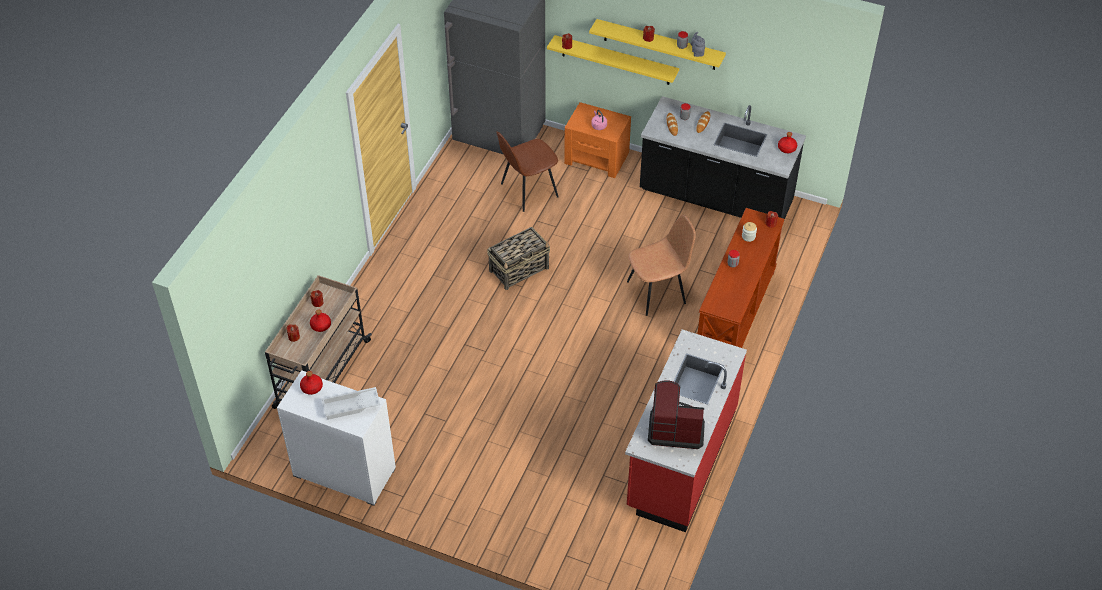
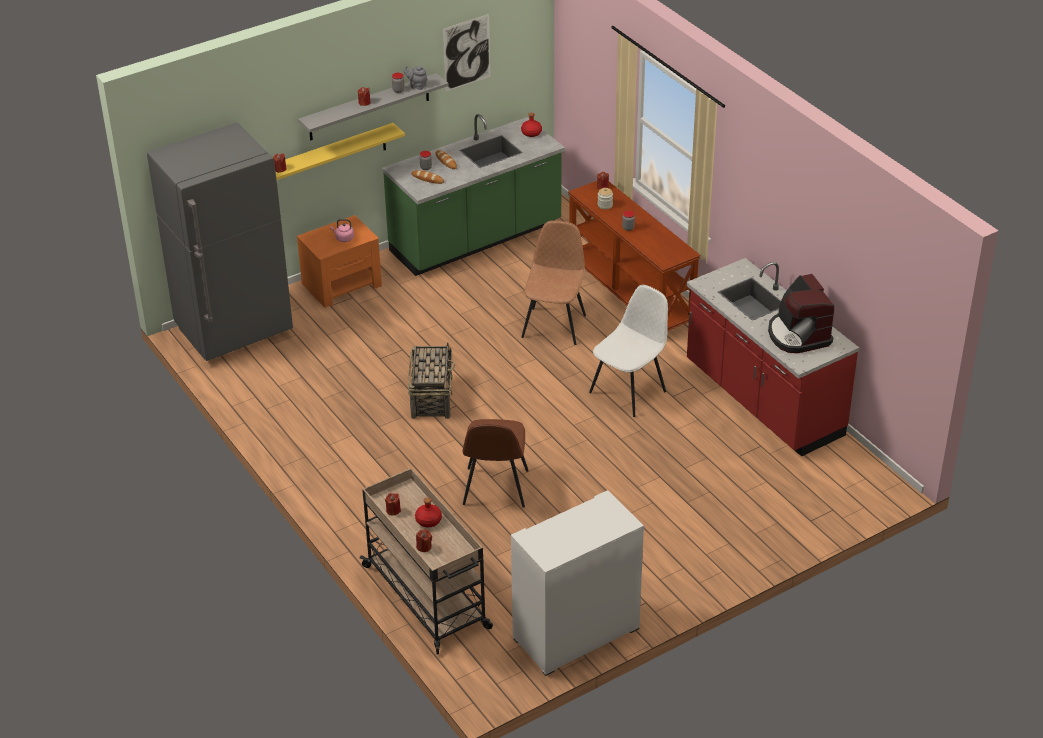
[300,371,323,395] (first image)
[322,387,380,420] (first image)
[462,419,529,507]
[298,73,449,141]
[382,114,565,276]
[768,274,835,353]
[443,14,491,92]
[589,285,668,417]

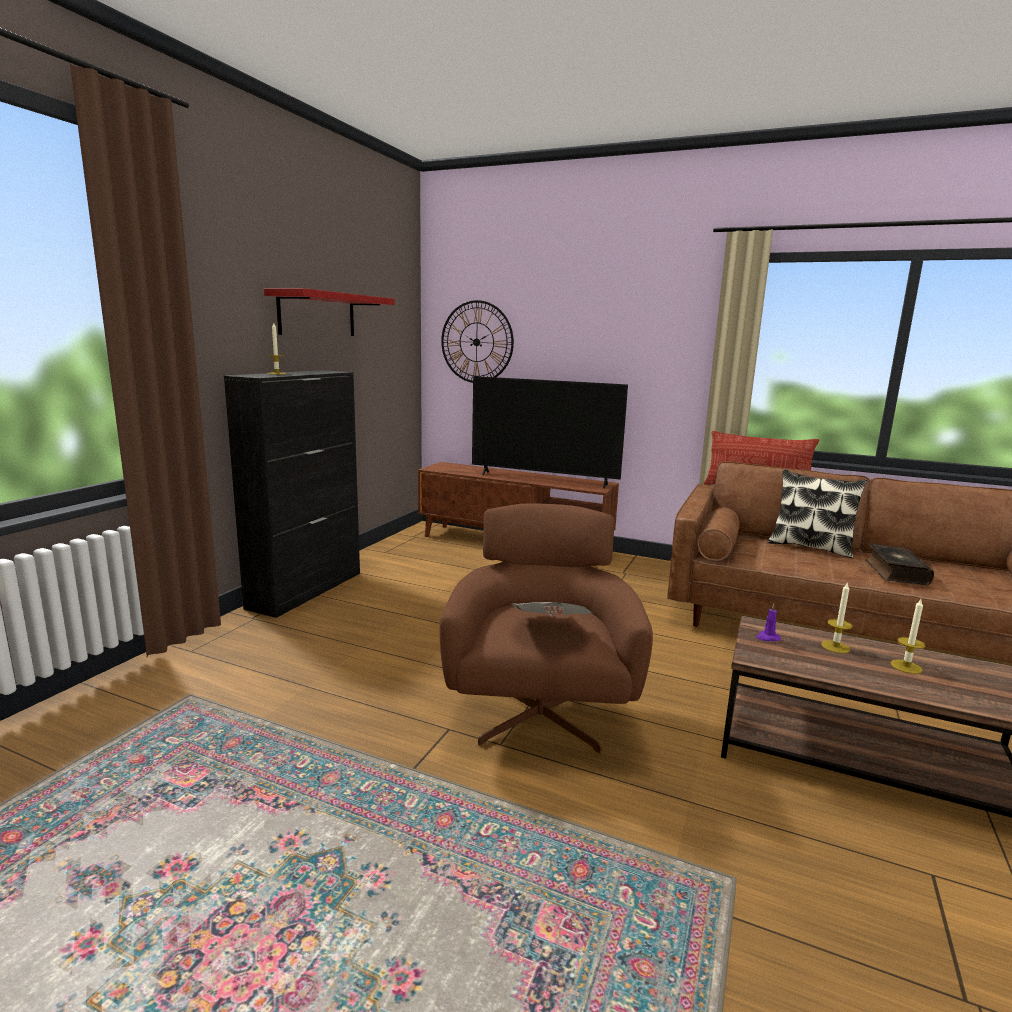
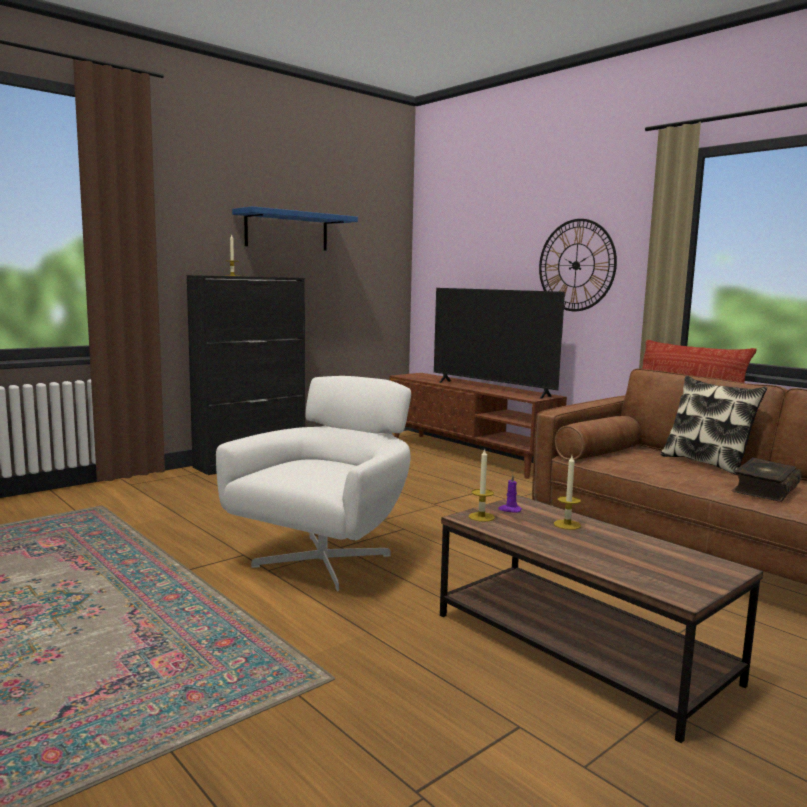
[232,206,358,251]
[216,376,411,591]
[539,219,617,311]
[512,602,593,617] (first image)
[469,448,495,522]

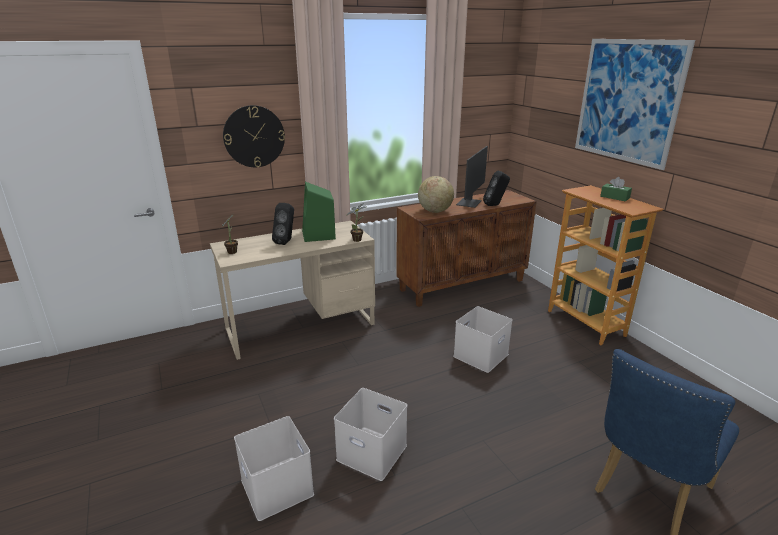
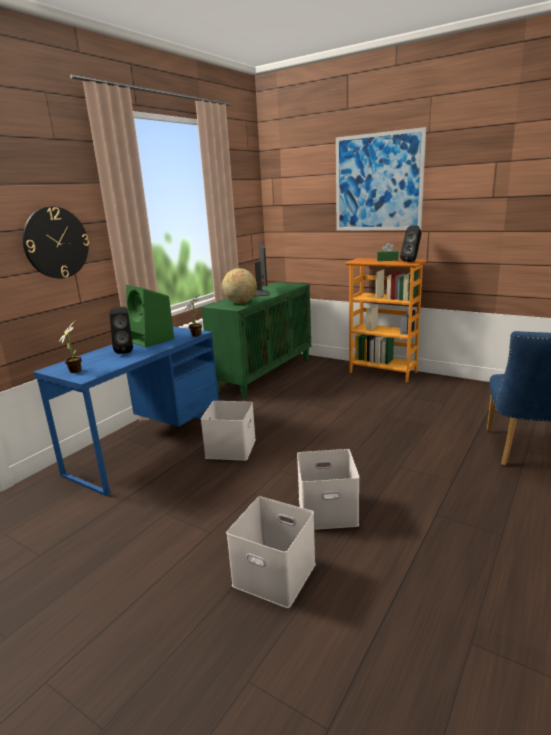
[33,327,219,496]
[201,282,311,399]
[201,401,256,461]
[400,226,422,262]

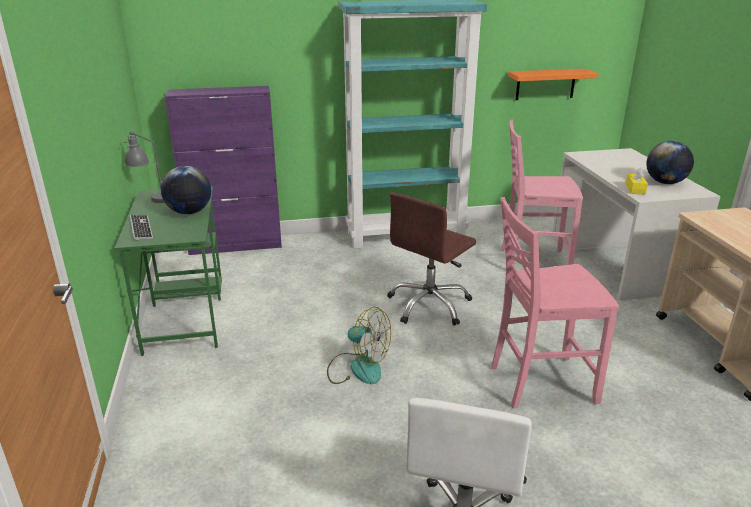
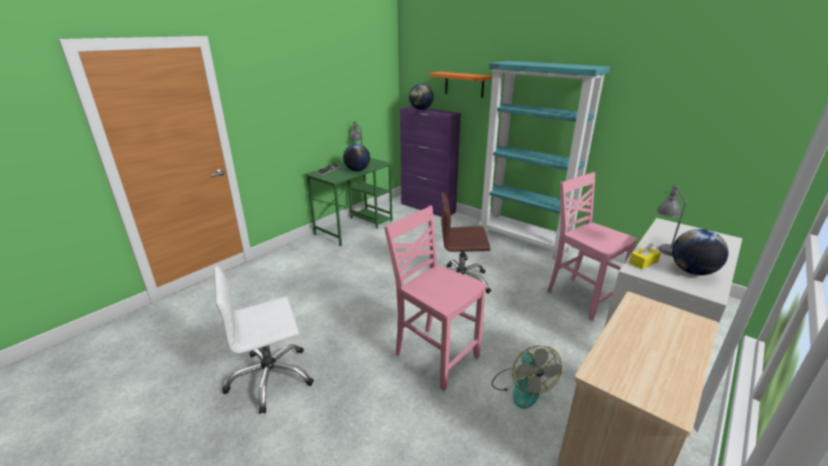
[492,346,562,409]
[429,72,492,98]
[409,84,434,110]
[657,185,686,256]

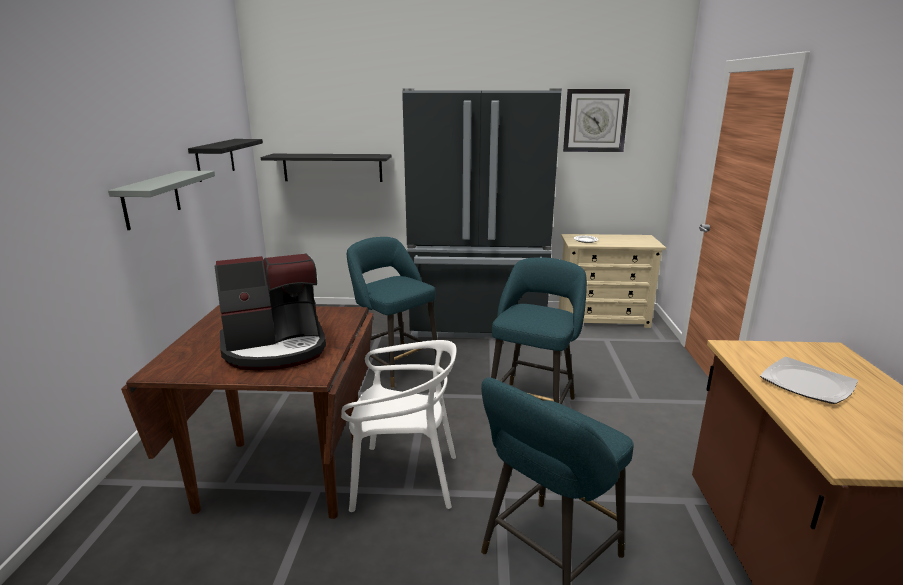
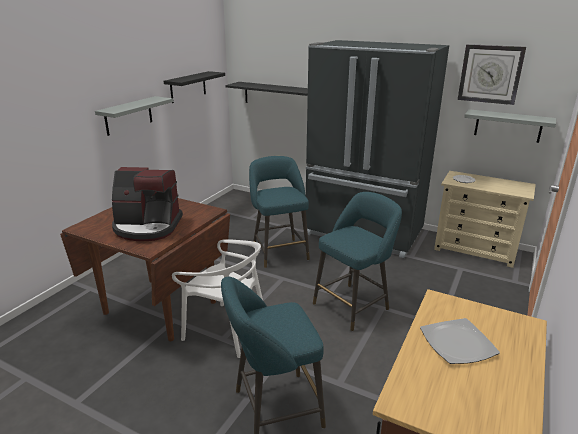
[464,109,556,143]

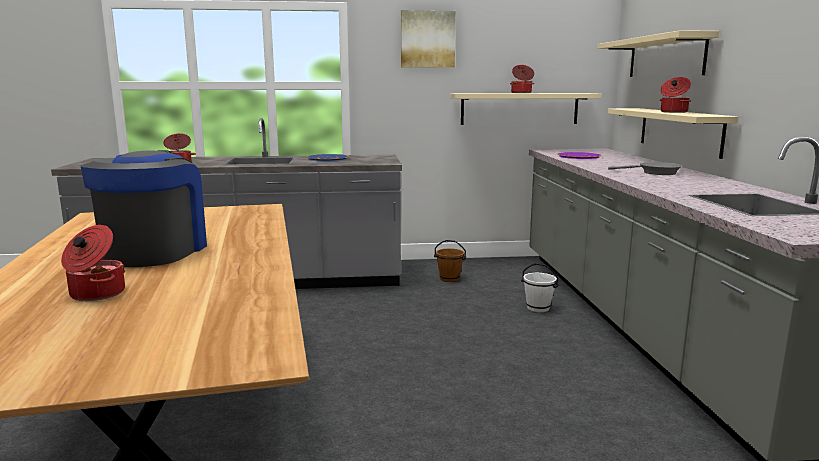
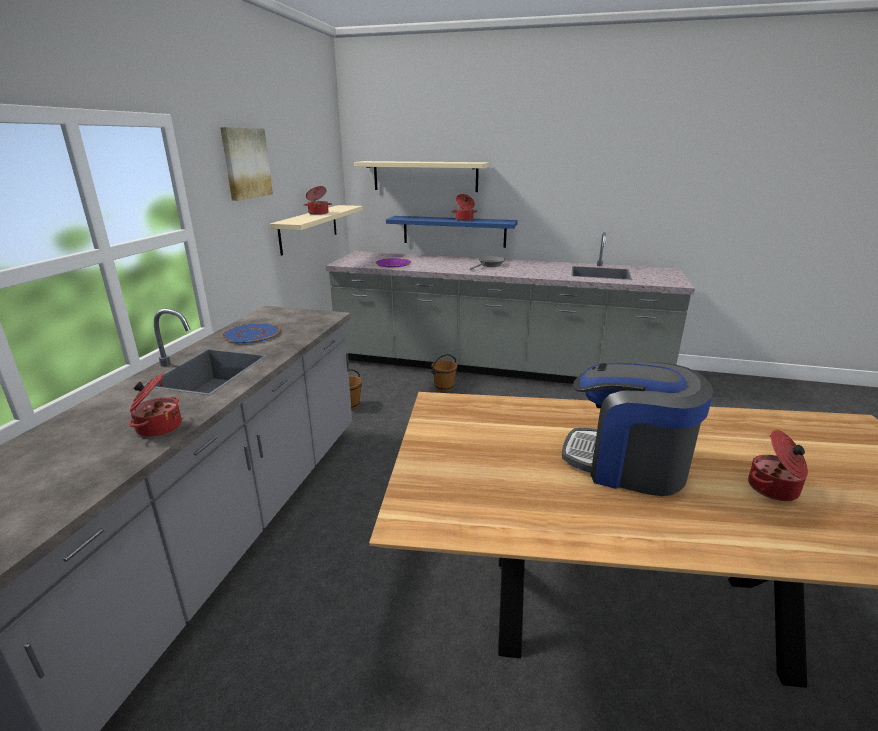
[431,354,458,392]
[386,216,518,248]

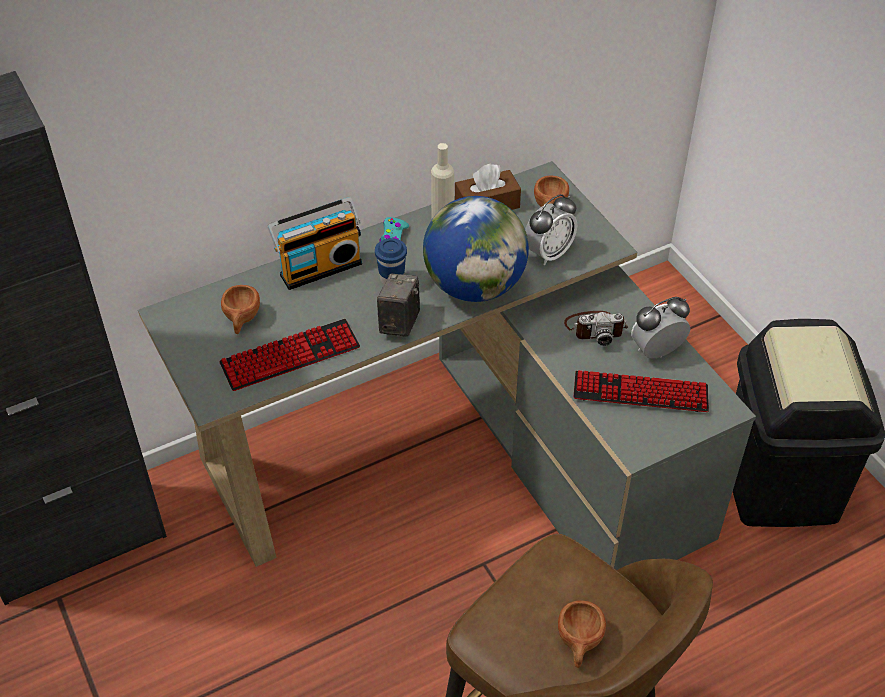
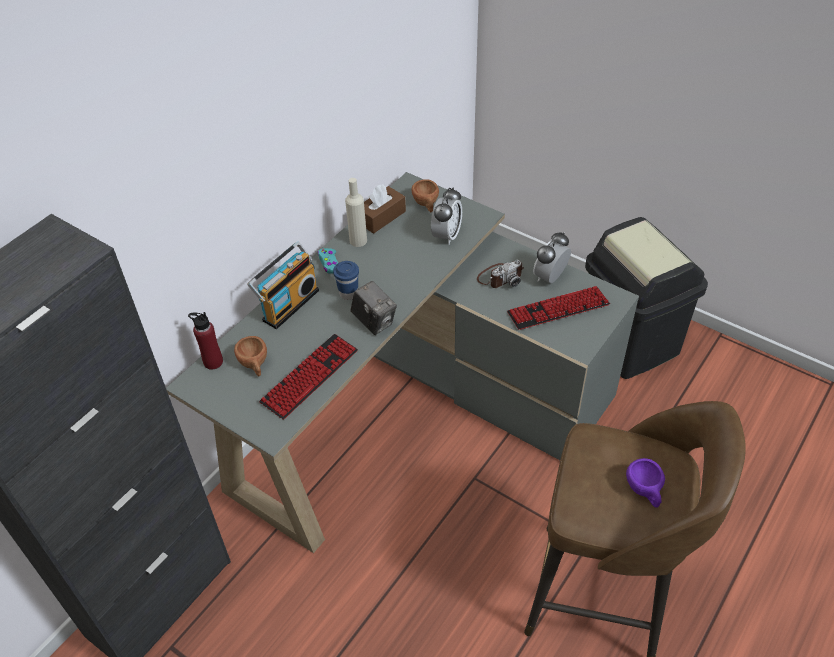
[350,281,397,335]
[423,196,529,302] (first image)
[626,458,665,508]
[188,312,223,370]

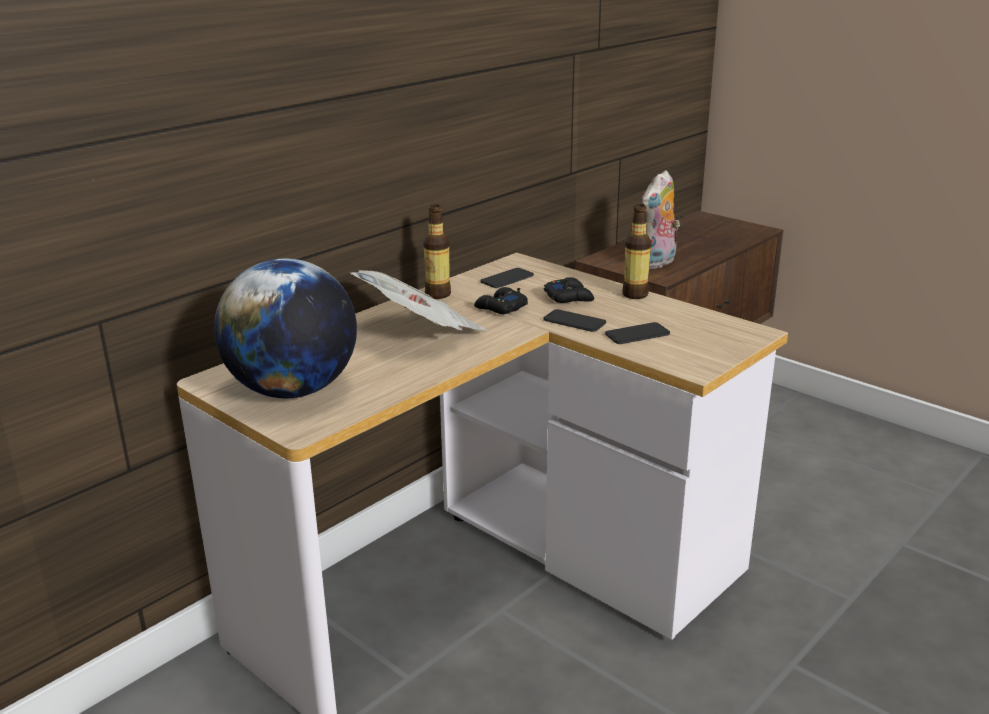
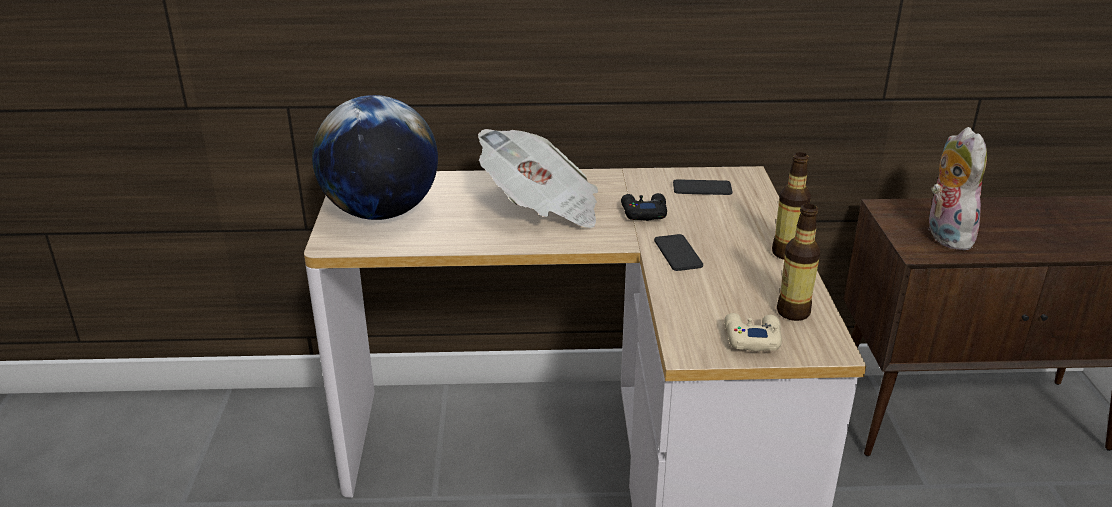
[777,204,820,321]
[544,277,594,303] (first image)
[605,322,670,344] (first image)
[927,127,987,250]
[724,313,782,351]

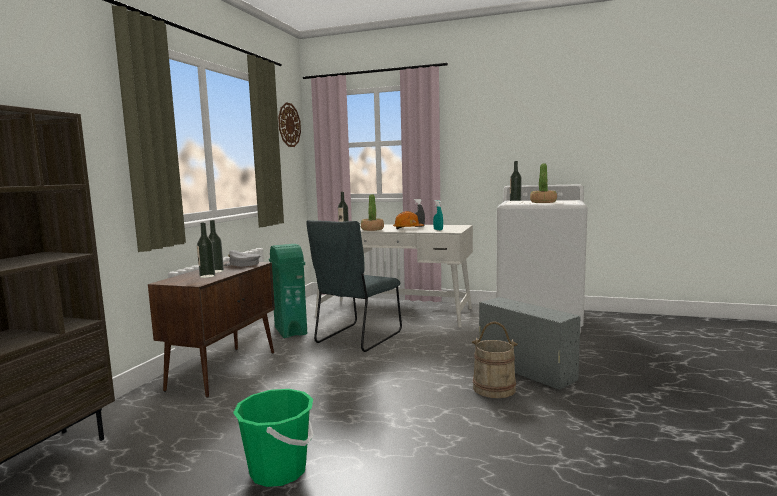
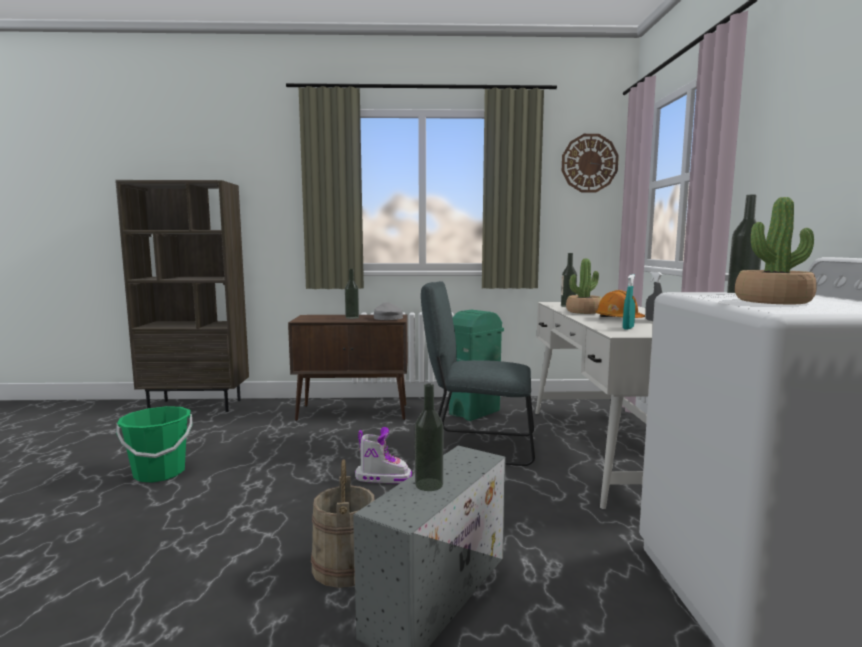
[415,384,443,491]
[355,427,412,484]

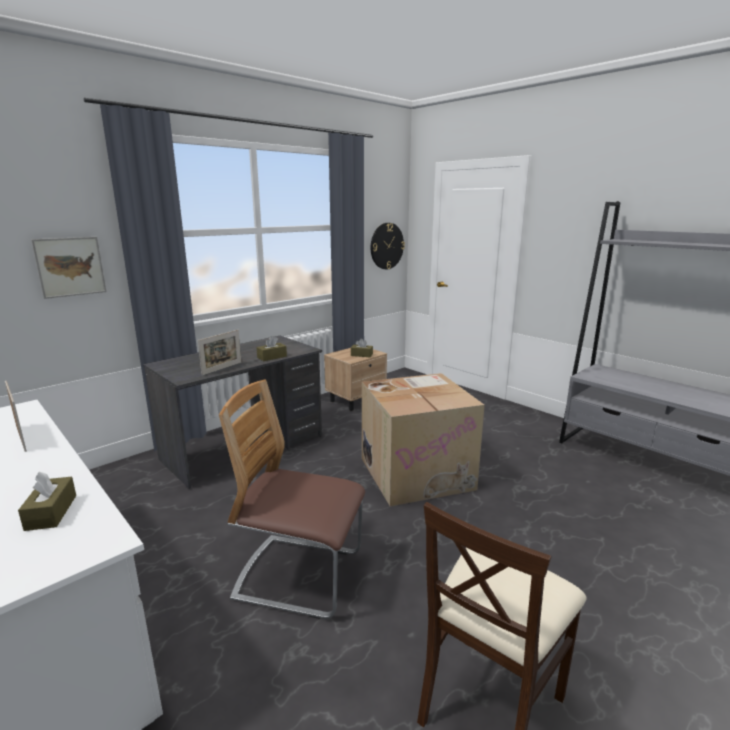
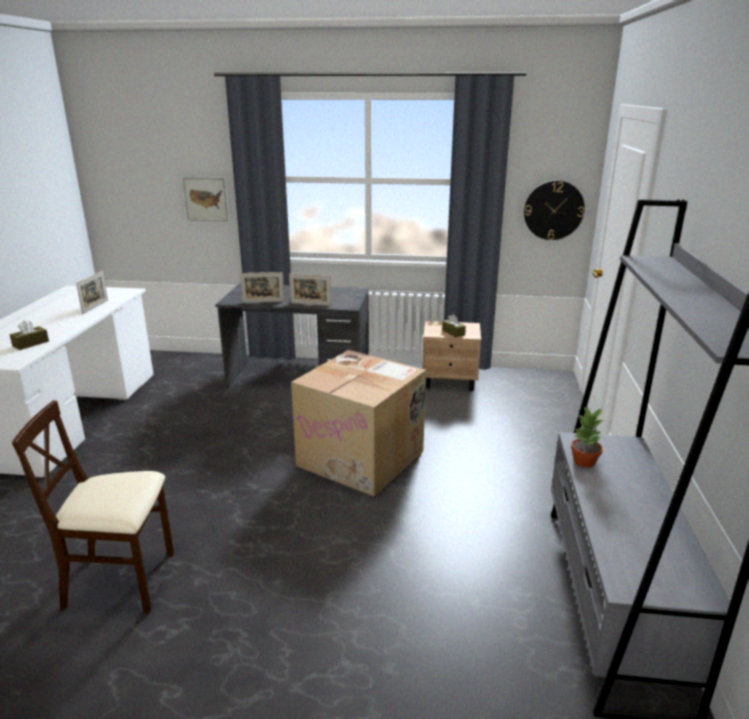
[219,380,365,619] (first image)
[289,274,332,306]
[571,407,604,468]

